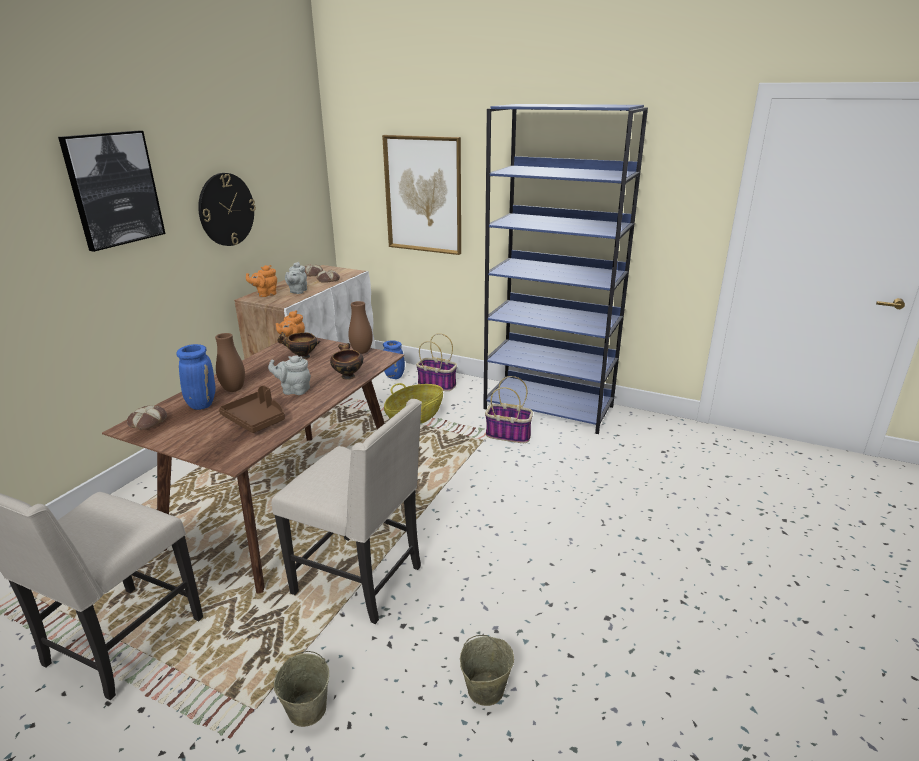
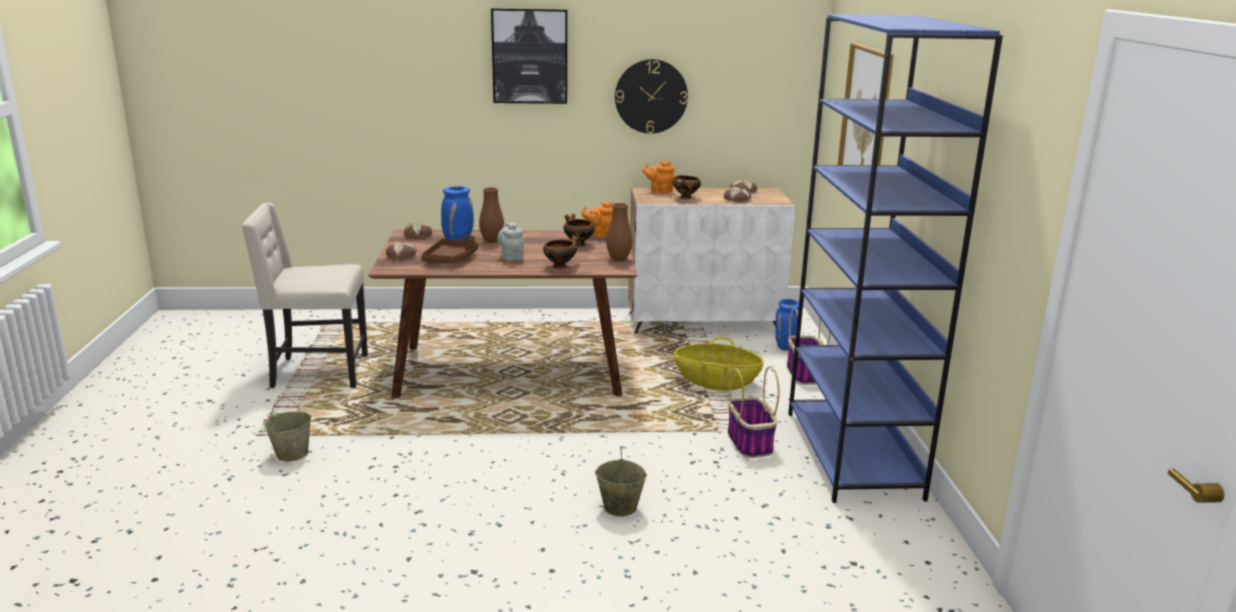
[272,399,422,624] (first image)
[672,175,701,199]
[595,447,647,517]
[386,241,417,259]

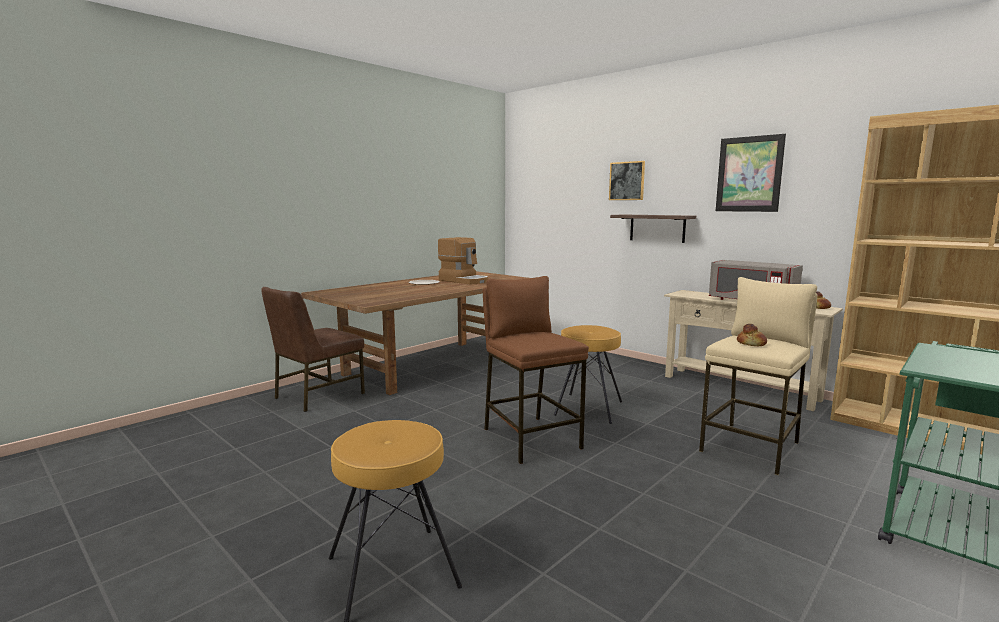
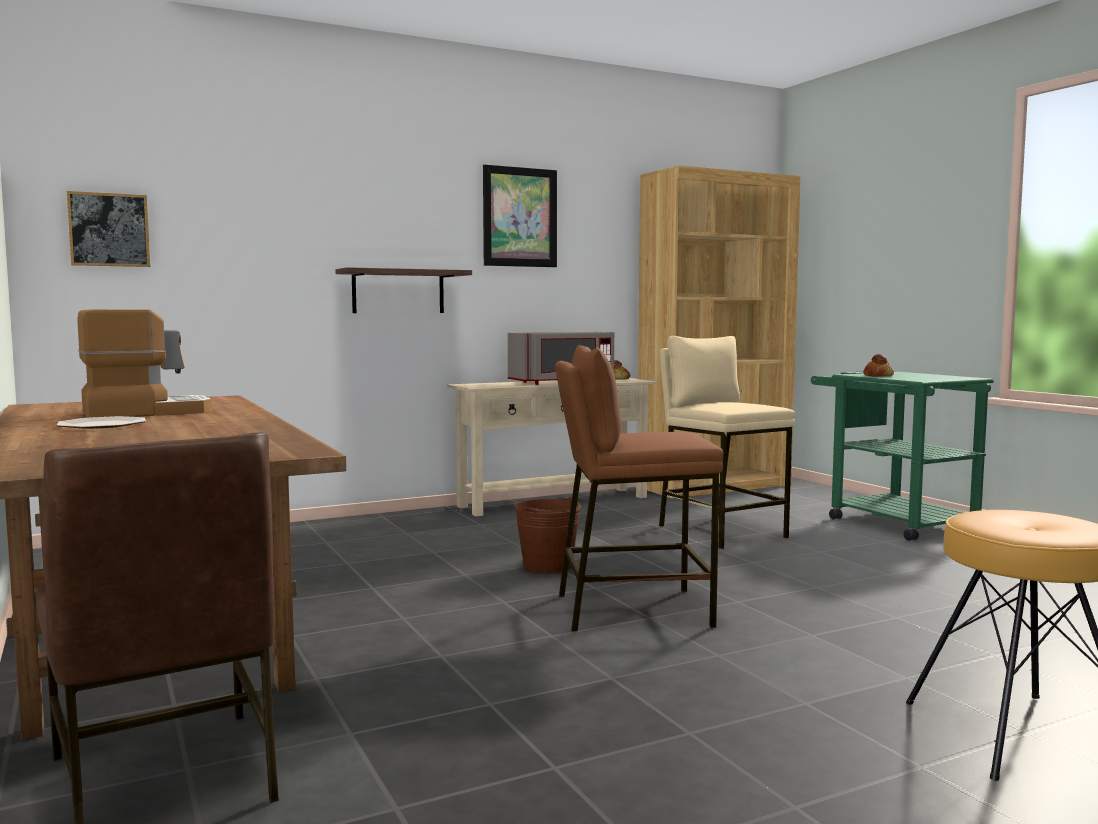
[514,497,581,573]
[67,191,150,267]
[863,354,894,377]

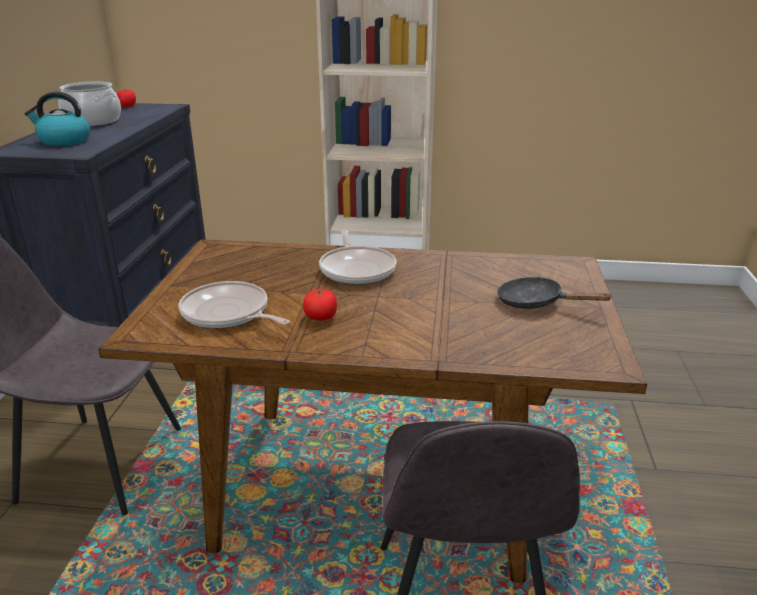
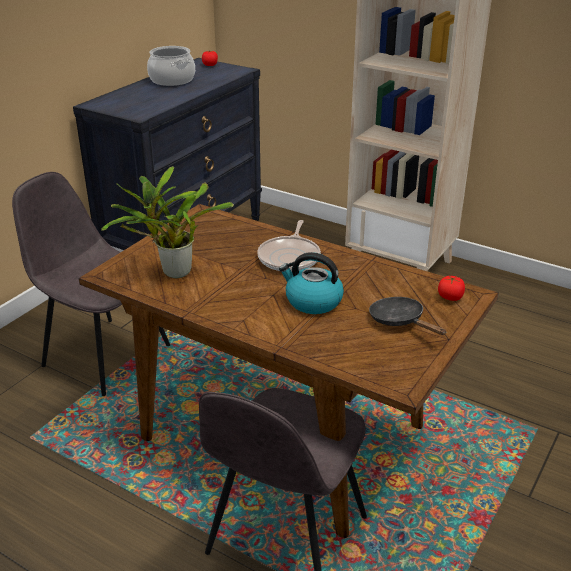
[279,252,344,314]
[101,166,234,278]
[438,276,465,301]

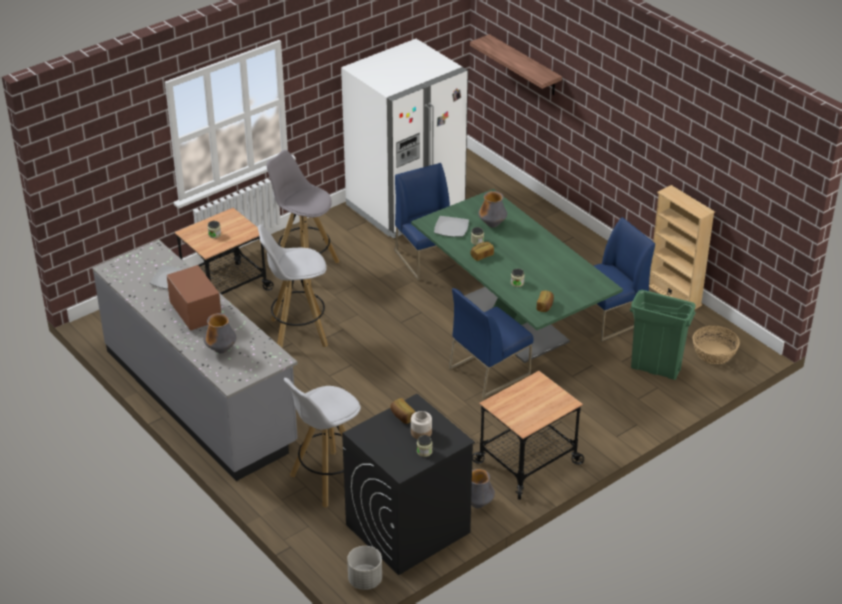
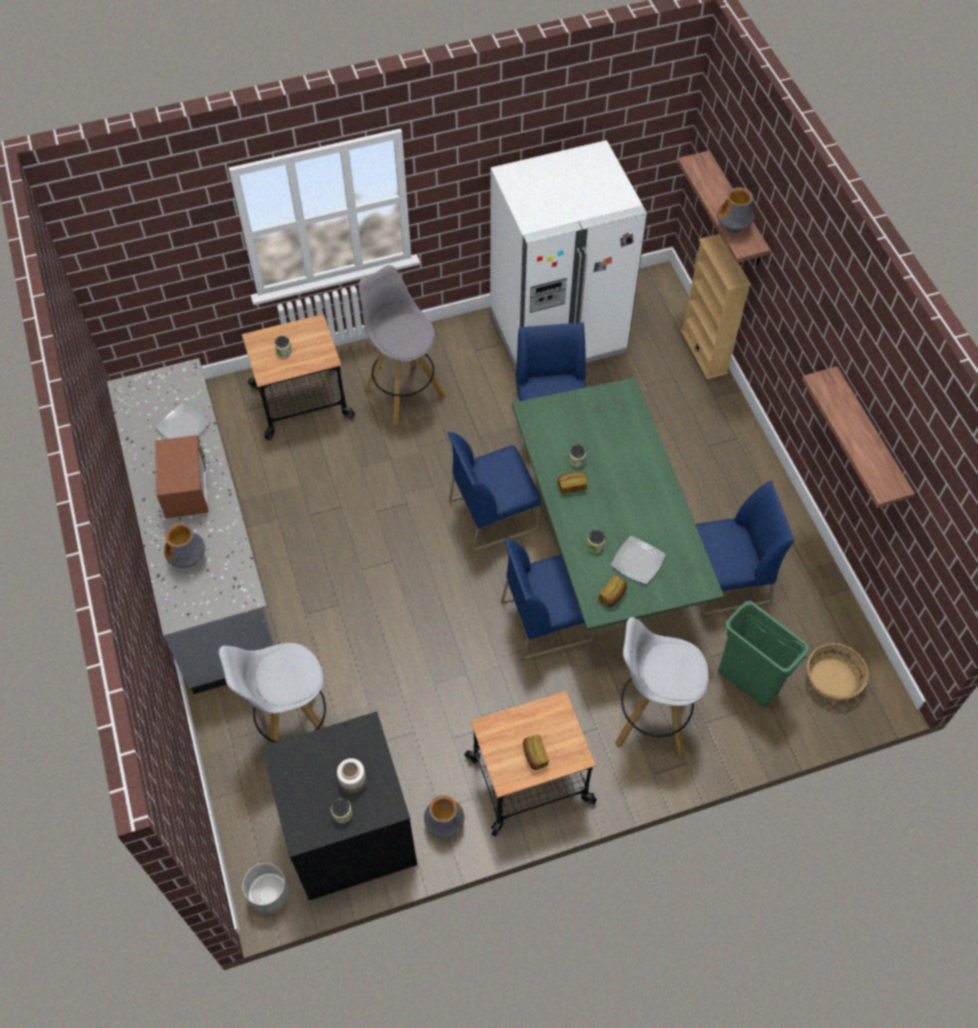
[615,617,709,758]
[523,735,549,770]
[611,536,665,584]
[717,187,754,233]
[681,234,751,379]
[448,432,541,553]
[802,366,915,508]

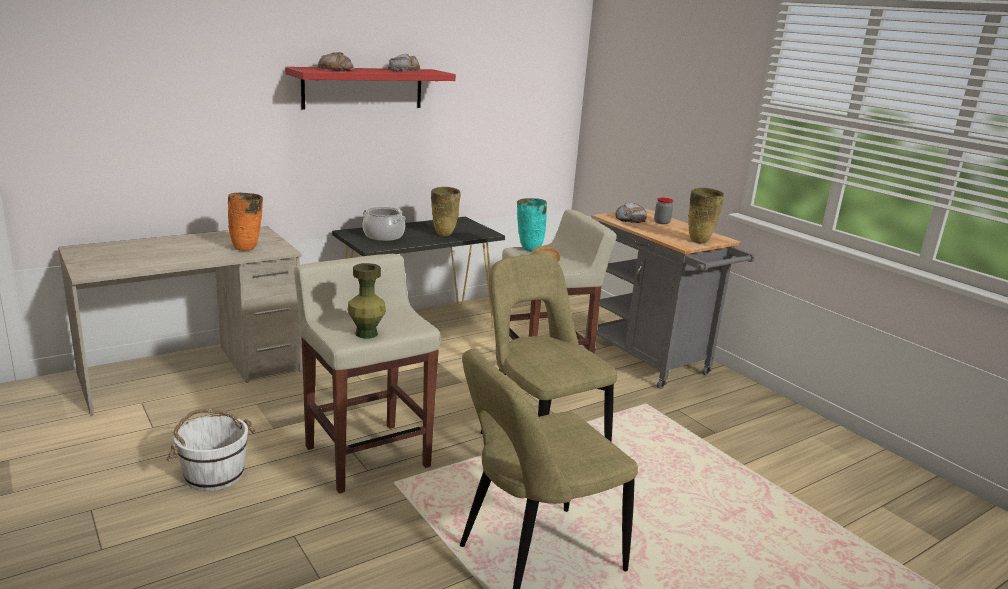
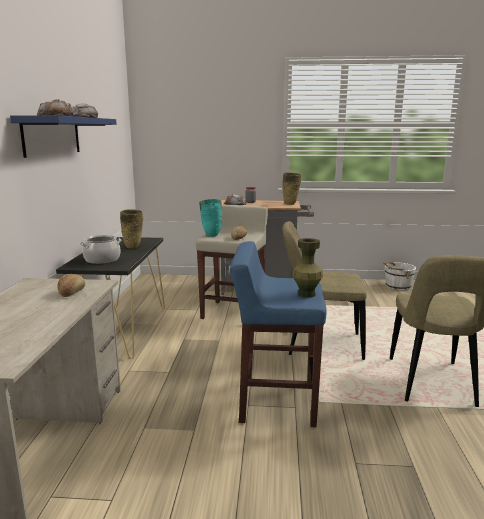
[383,262,416,291]
[57,274,85,297]
[10,115,117,158]
[230,241,327,427]

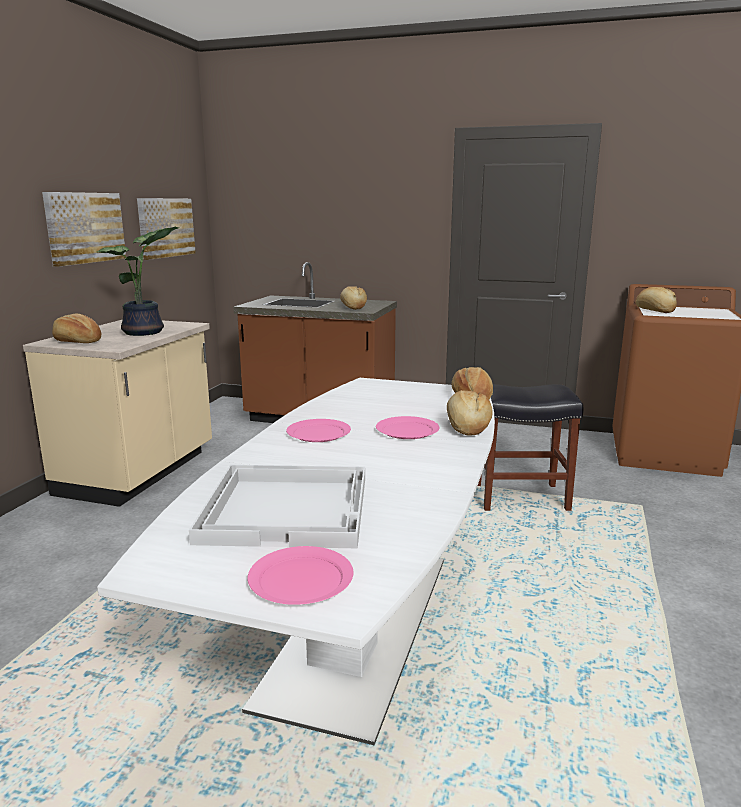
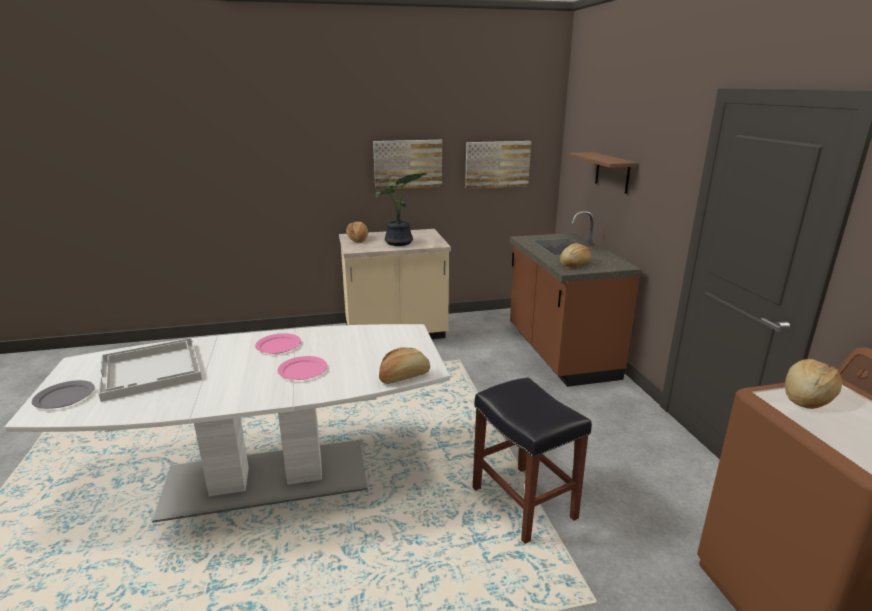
[32,380,94,409]
[447,390,493,436] (first image)
[569,152,638,194]

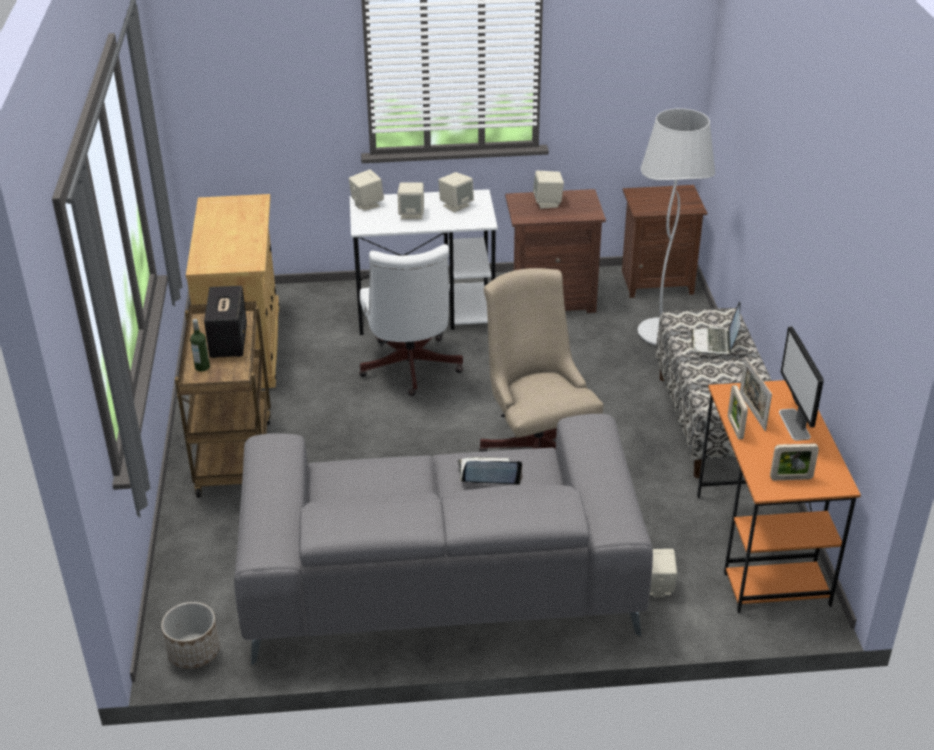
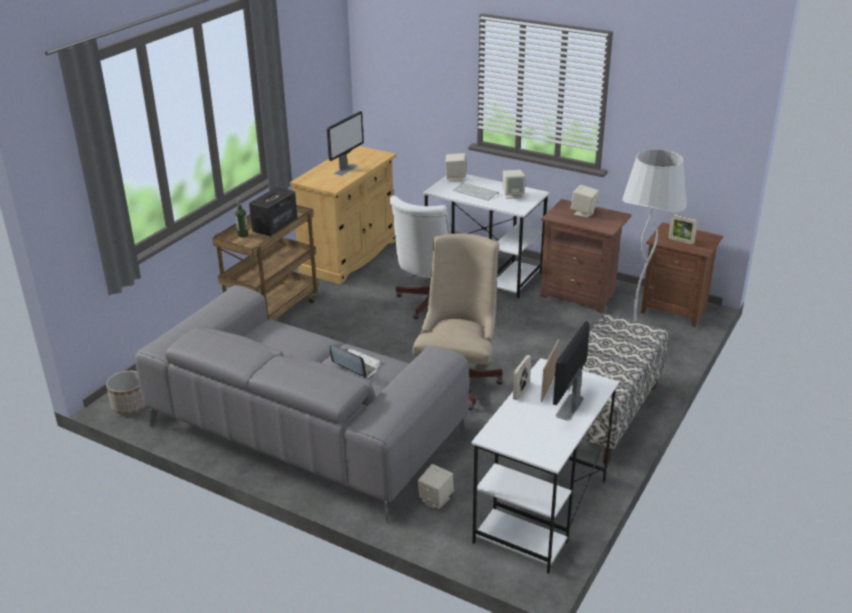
[453,182,499,201]
[691,301,740,355] (first image)
[471,358,619,574]
[668,214,698,245]
[327,111,364,176]

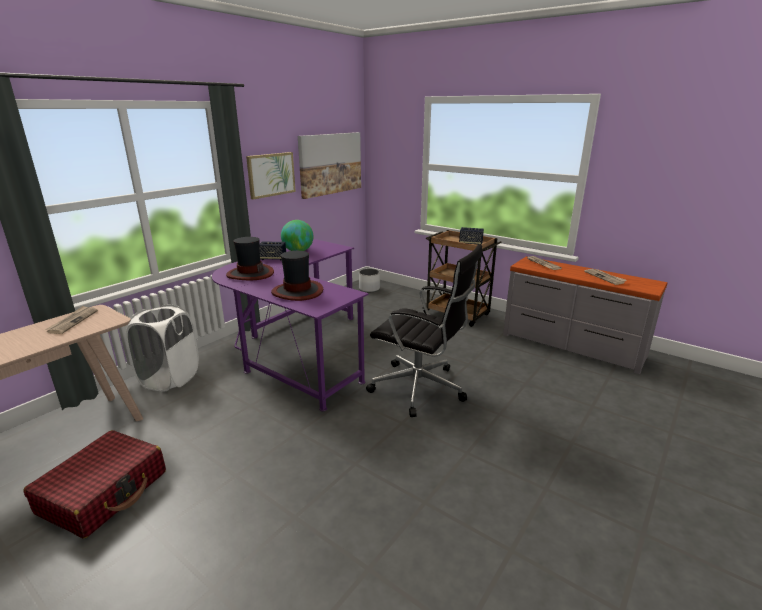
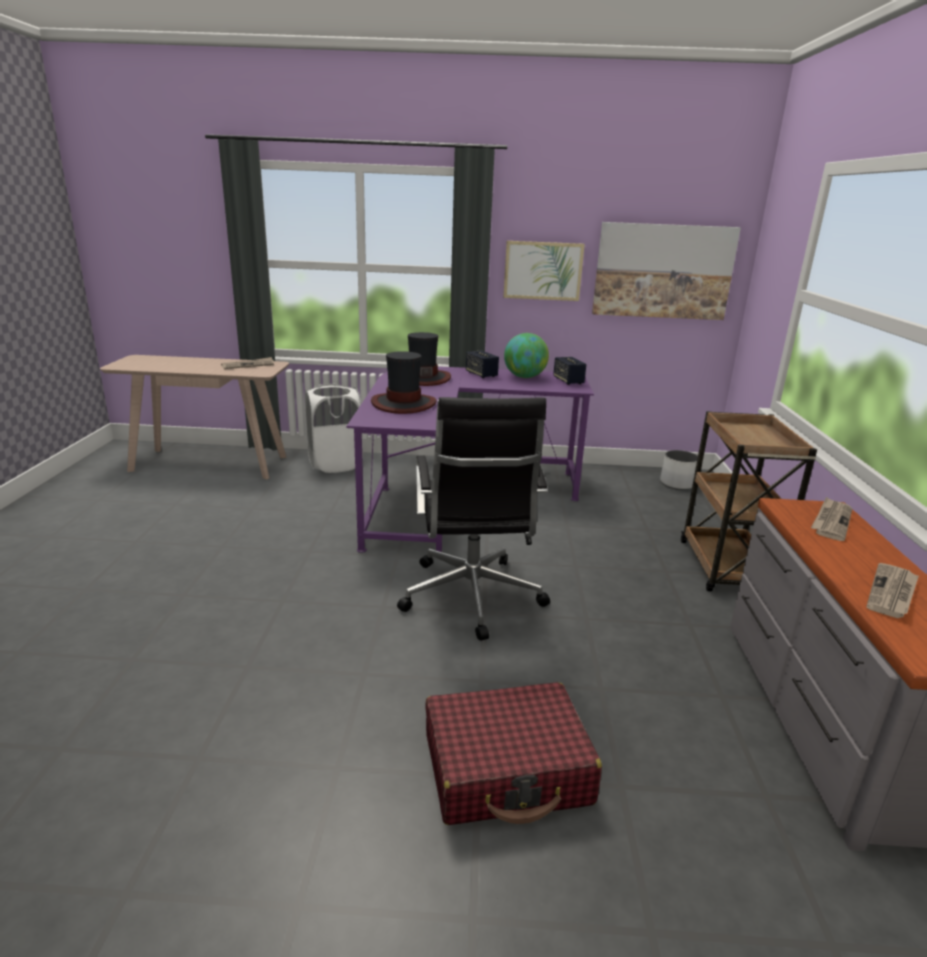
[425,682,602,825]
[553,357,587,385]

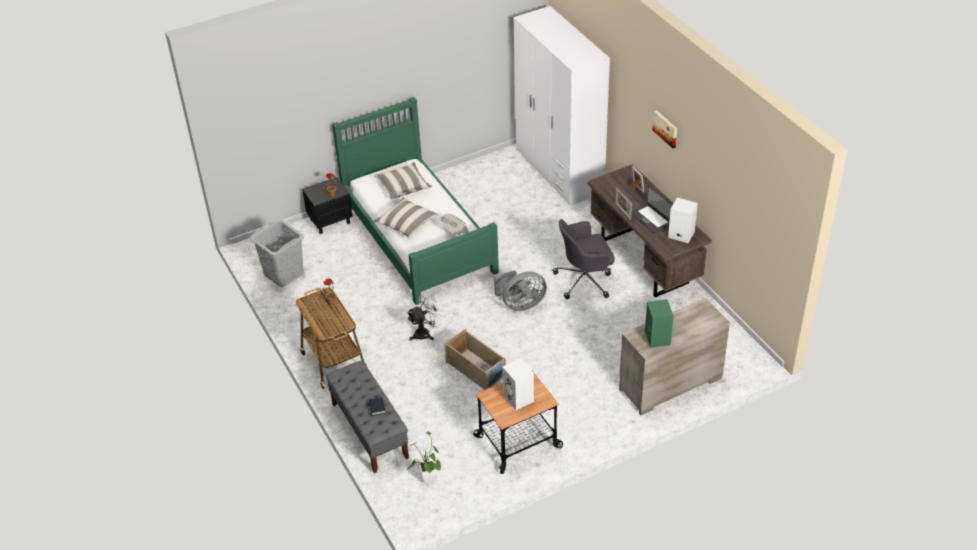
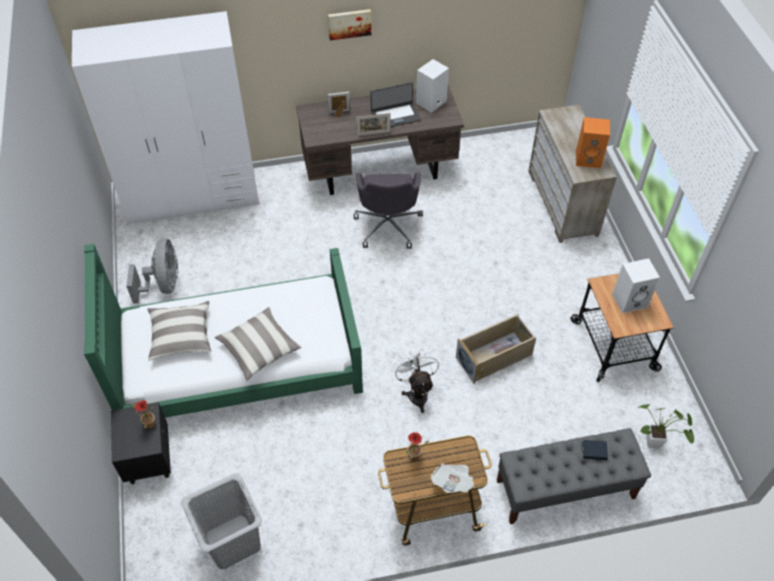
[431,463,475,493]
[126,239,178,304]
[576,117,610,168]

